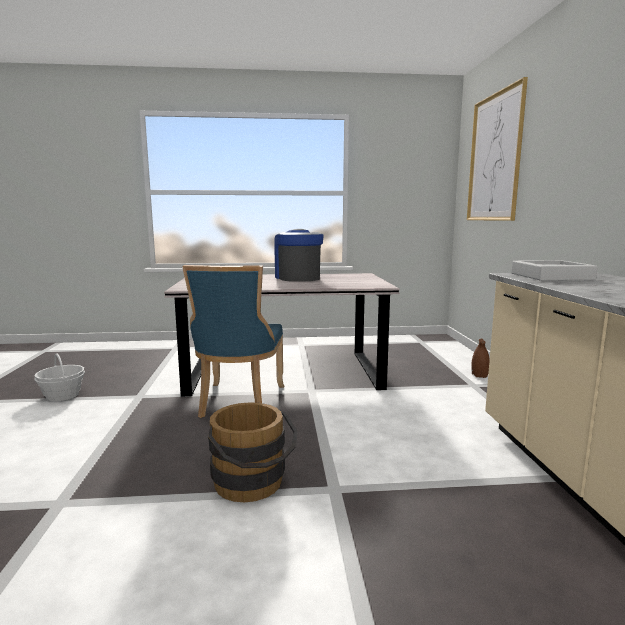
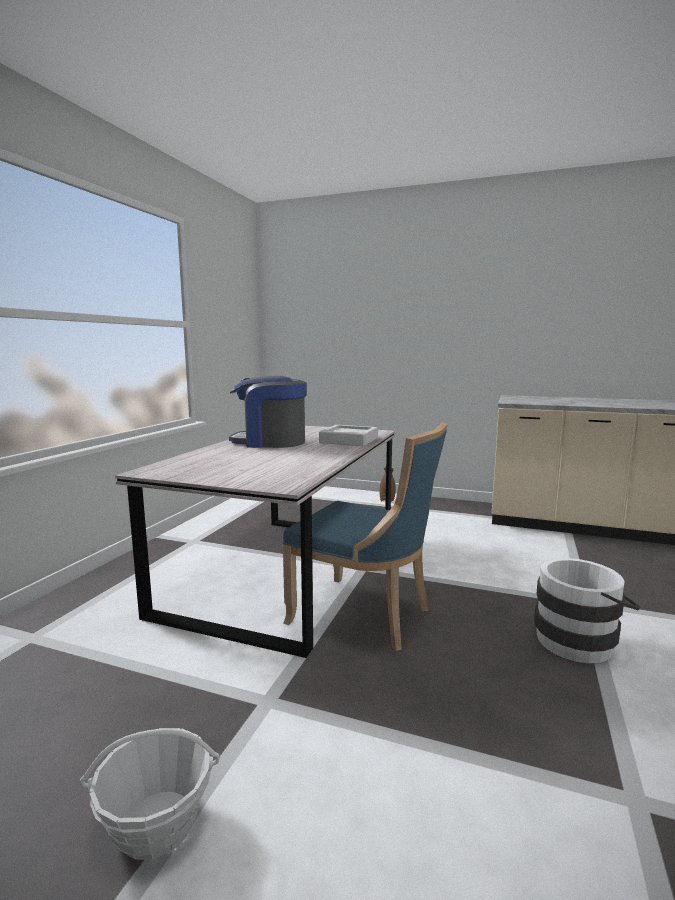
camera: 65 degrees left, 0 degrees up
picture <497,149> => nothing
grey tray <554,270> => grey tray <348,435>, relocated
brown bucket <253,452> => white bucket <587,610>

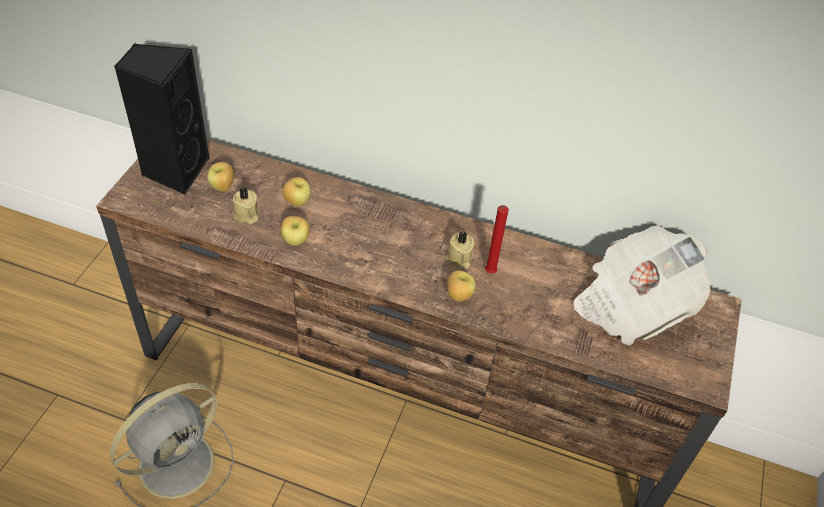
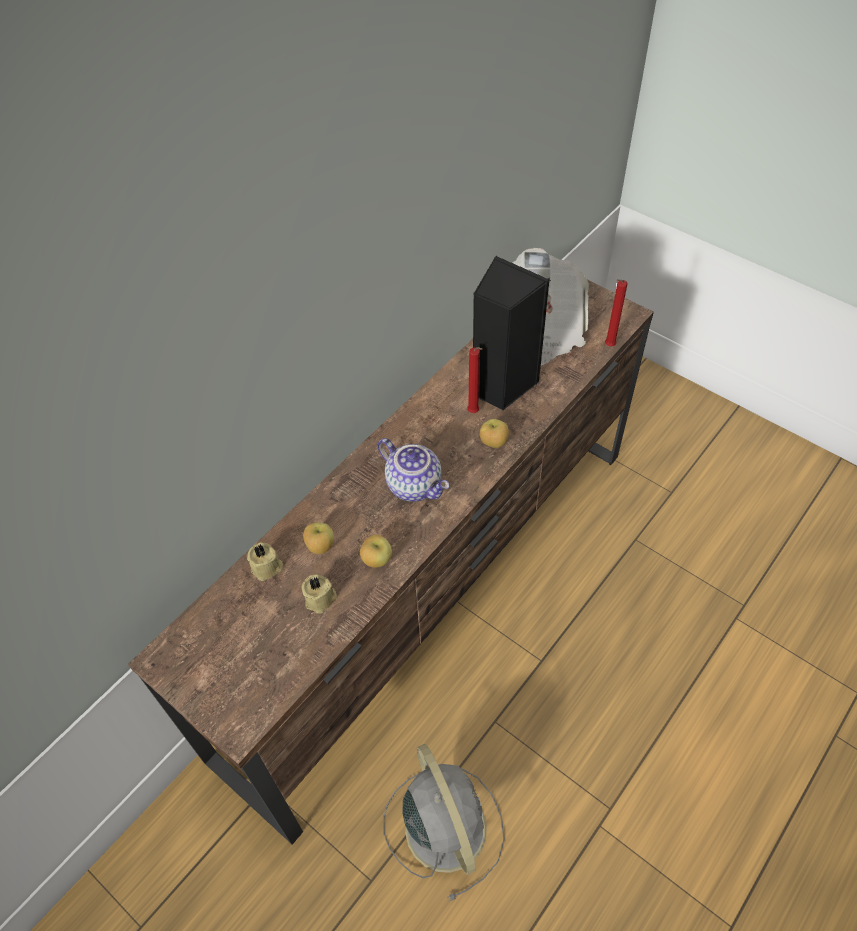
camera: 65 degrees left, 5 degrees up
black speaker <162,119> => black speaker <512,333>, relocated
apple <220,177> => nothing
beige candle <460,250> => beige candle <265,561>, relocated
nothing => red candle <616,312>
nothing => teapot <413,470>

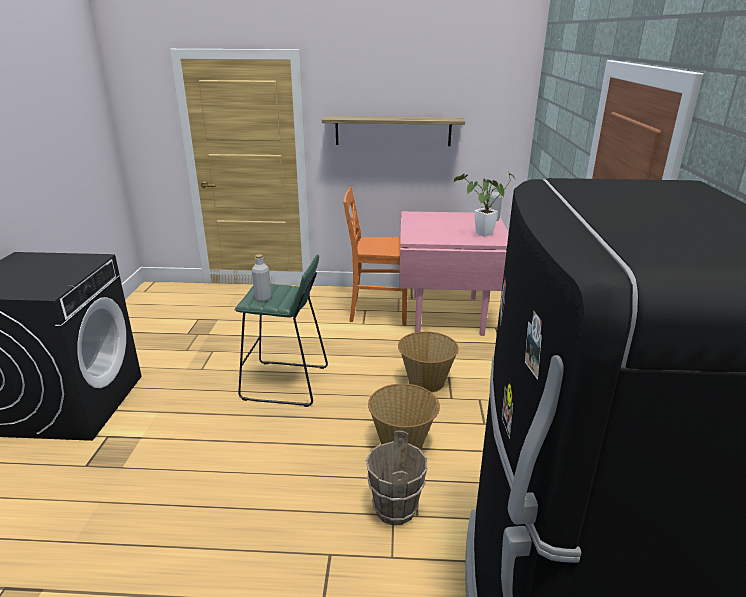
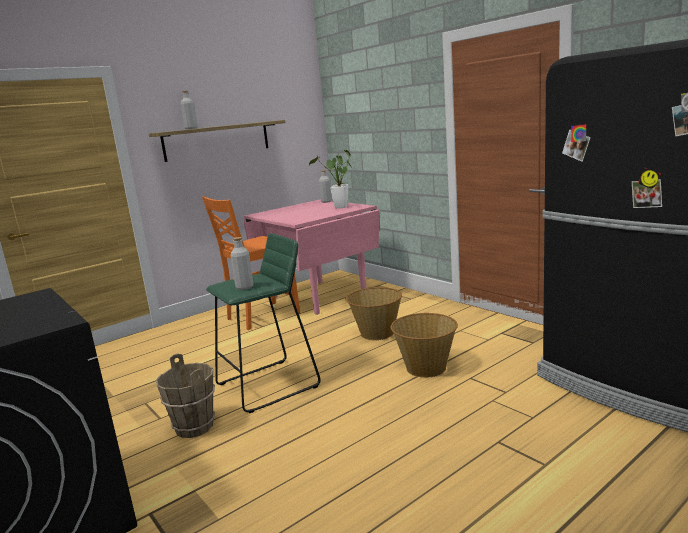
camera: 40 degrees left, 10 degrees down
brown bucket <396,477> => brown bucket <185,396>, relocated
nothing => grey bottle <189,110>

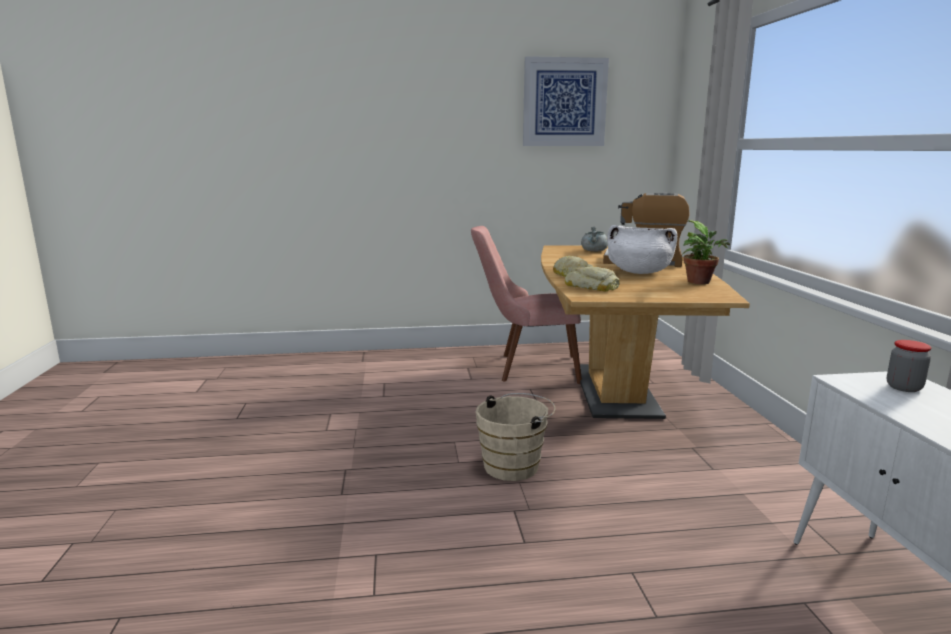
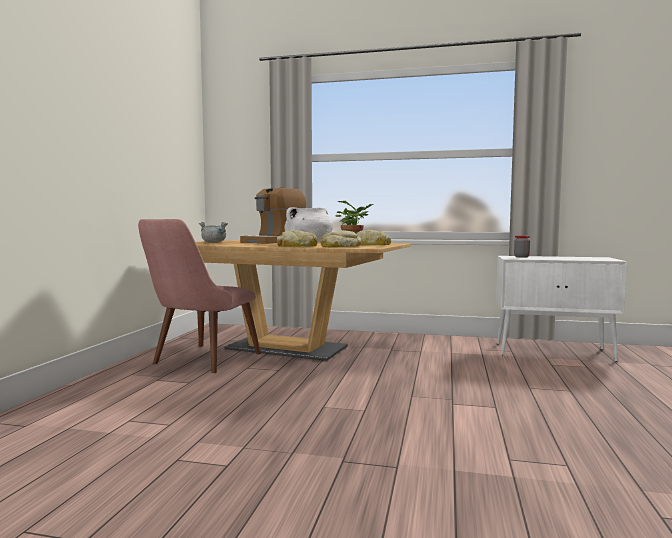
camera: 70 degrees left, 10 degrees down
picture <566,101> => nothing
beige bucket <515,437> => nothing
nothing => bread <373,237>

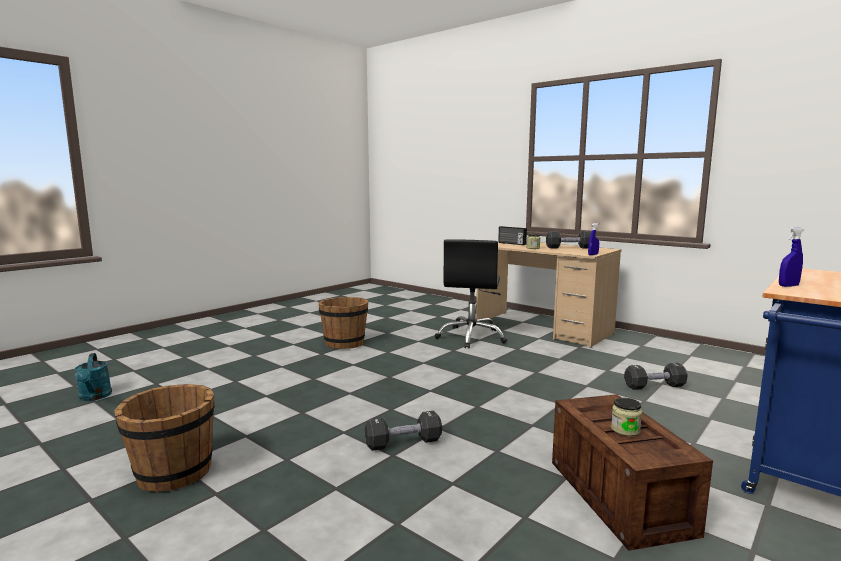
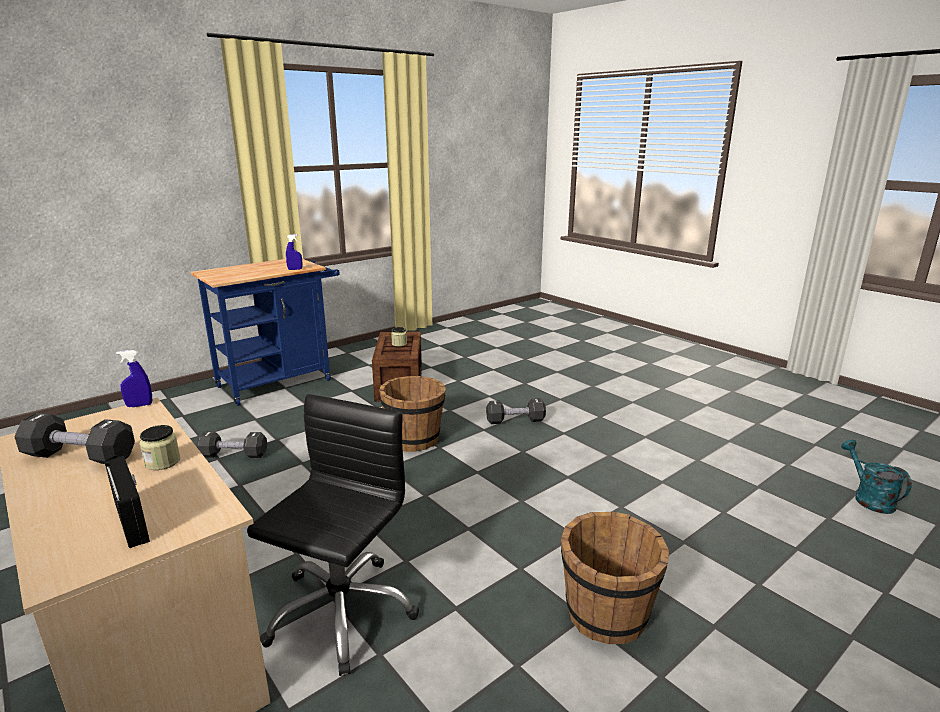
camera: 170 degrees left, 10 degrees up
brown bucket <164,438> => brown bucket <412,414>, relocated

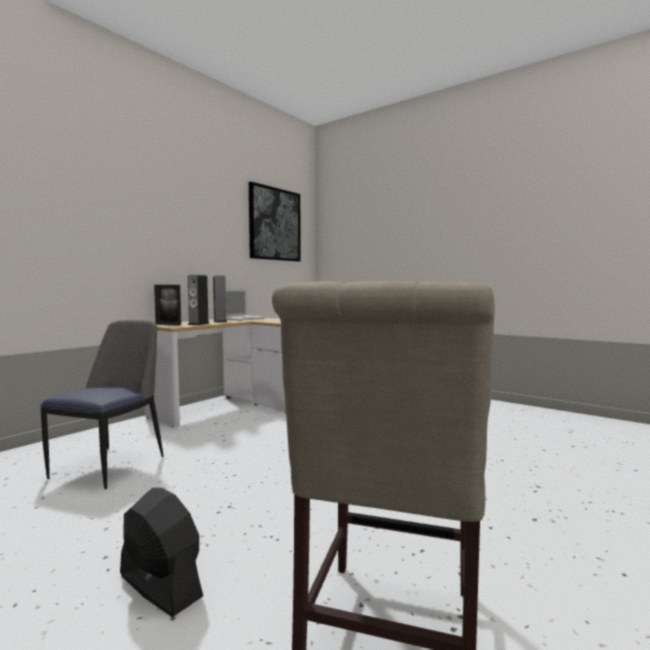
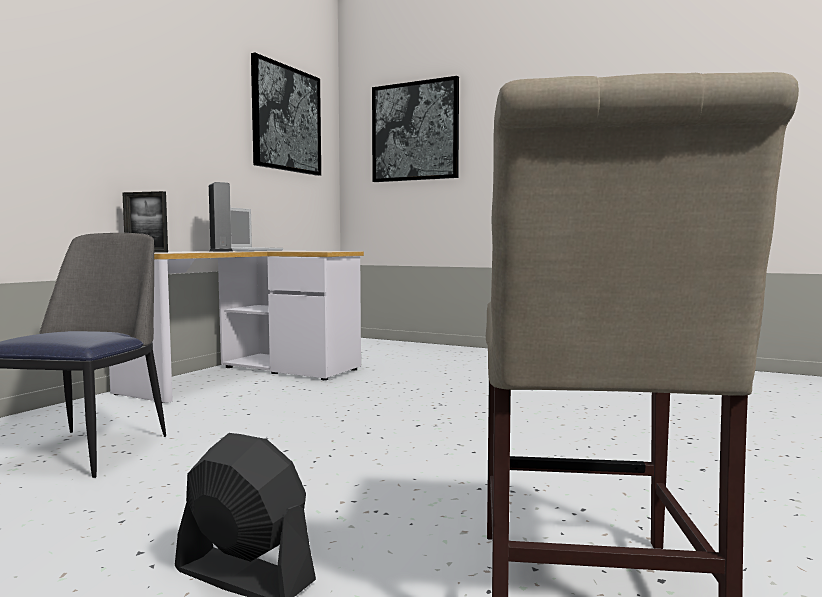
camera: 10 degrees left, 0 degrees up
speaker <199,300> => nothing
nothing => picture <415,129>

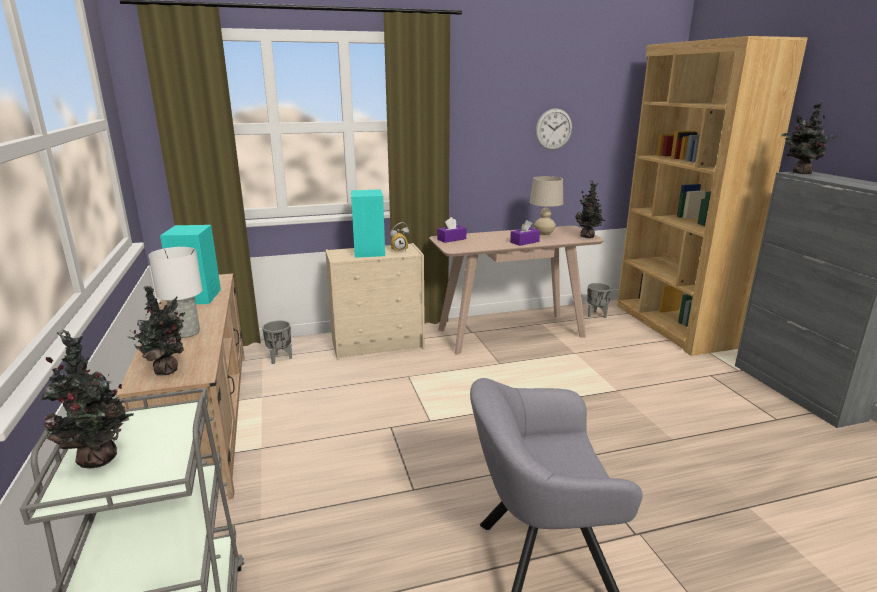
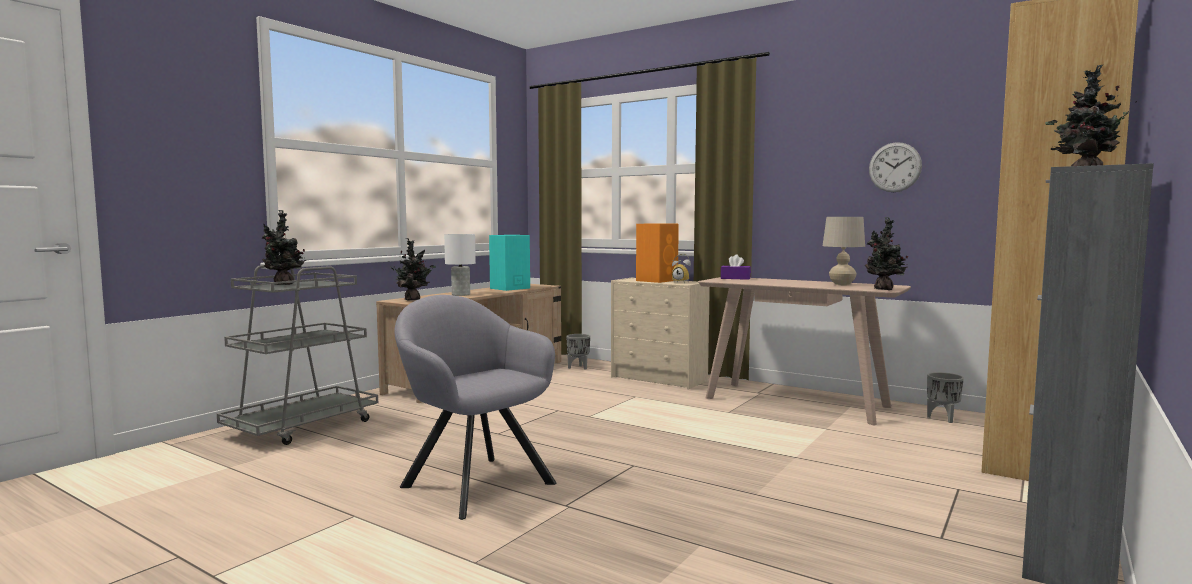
camera: 50 degrees right, 15 degrees down
turquoise speaker <368,224> => orange speaker <657,253>
purple tissue box <525,233> => nothing

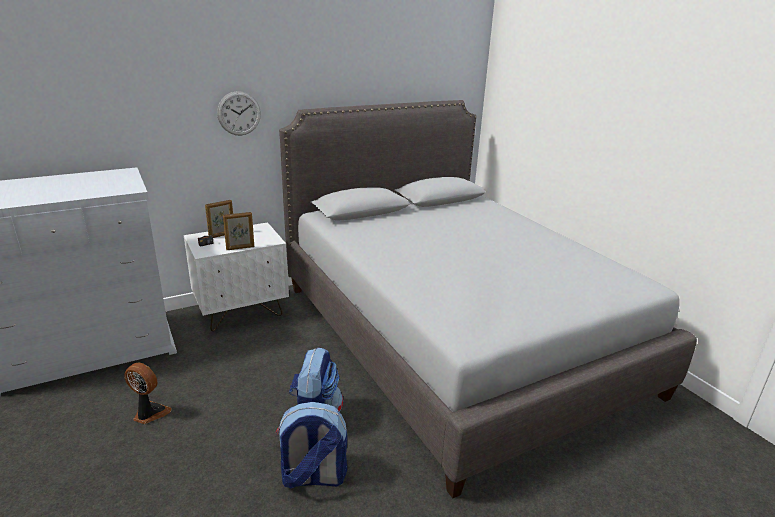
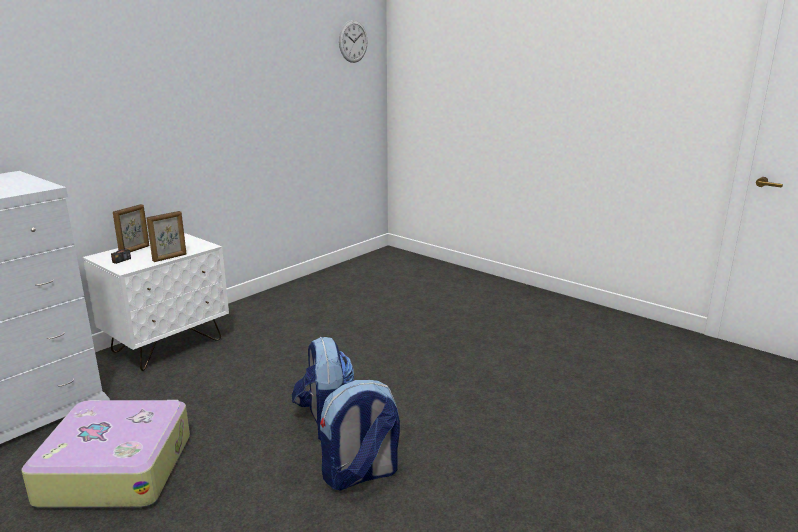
camera: 20 degrees left, 5 degrees down
wall clock <239,113> => wall clock <353,41>, relocated
grey bed <488,299> => nothing
fan <148,393> => suitcase <105,454>

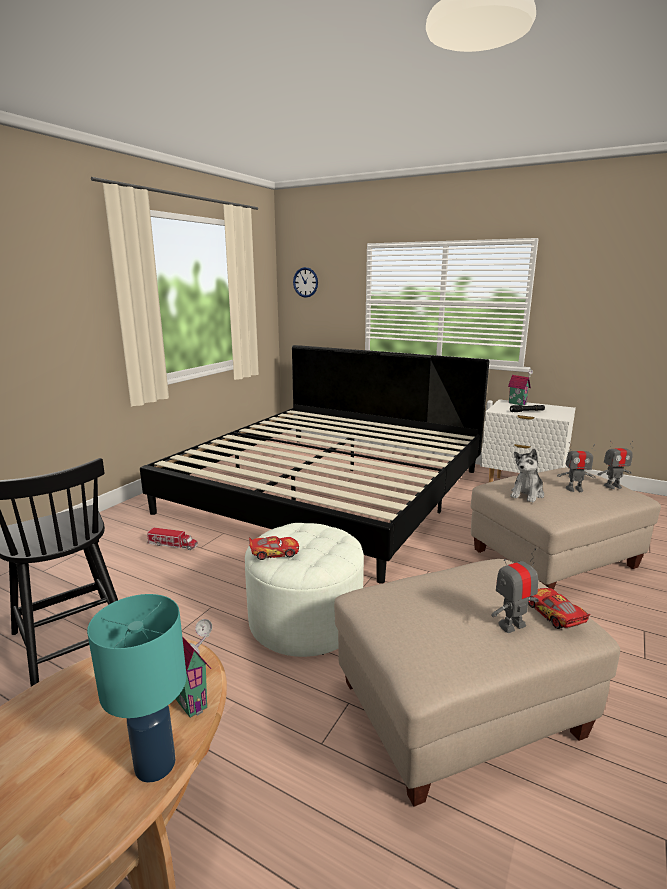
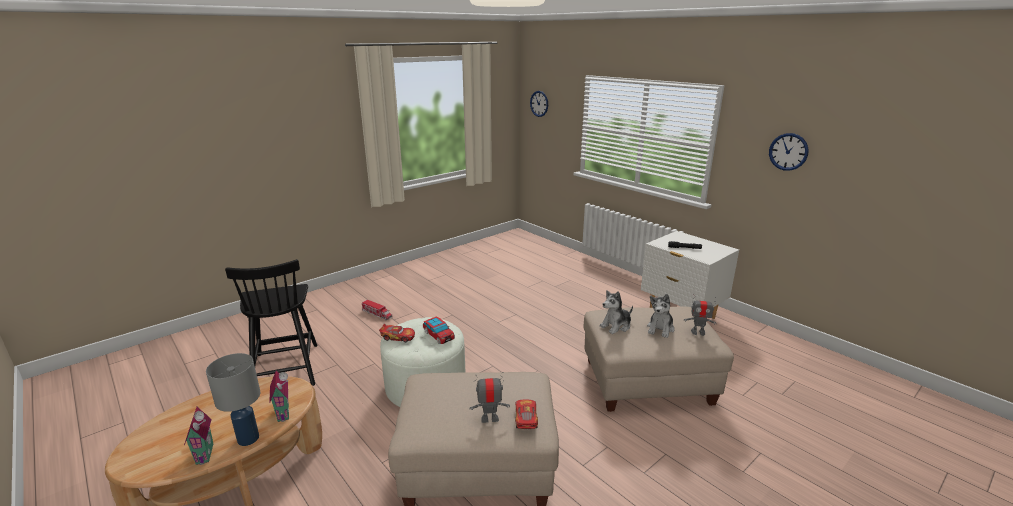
camera: 20 degrees right, 5 degrees up
bed <314,464> => nothing
toy house <520,387> => toy house <198,436>, relocated
toy robot <576,467> => plush toy <661,316>
turquoise table lamp <137,688> => grey table lamp <233,399>
nothing => wall clock <789,152>
nothing => toy car <439,330>

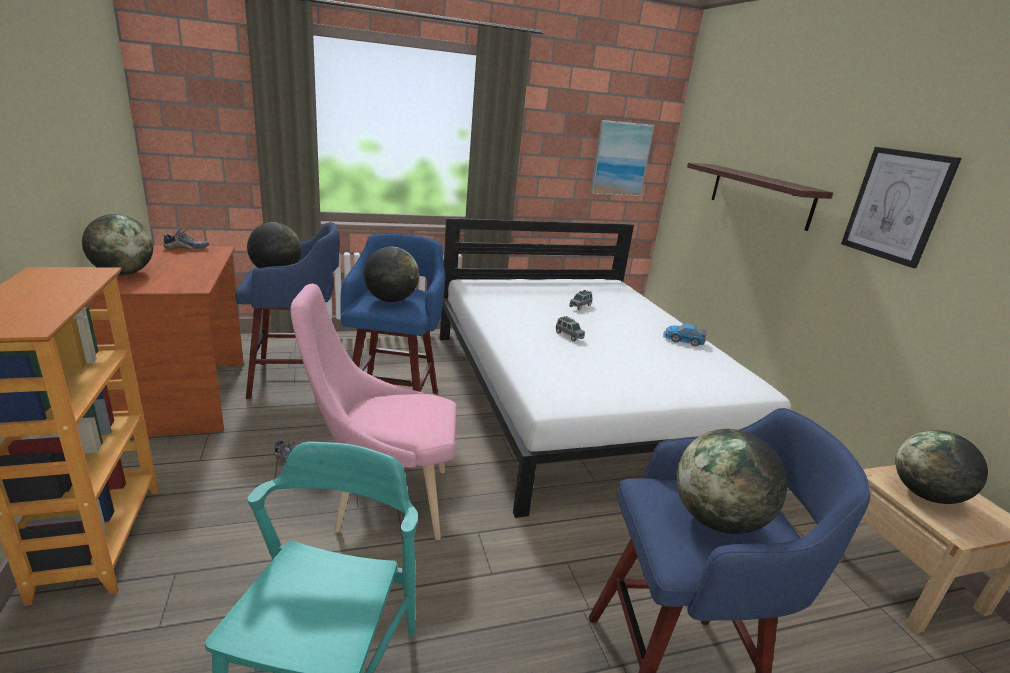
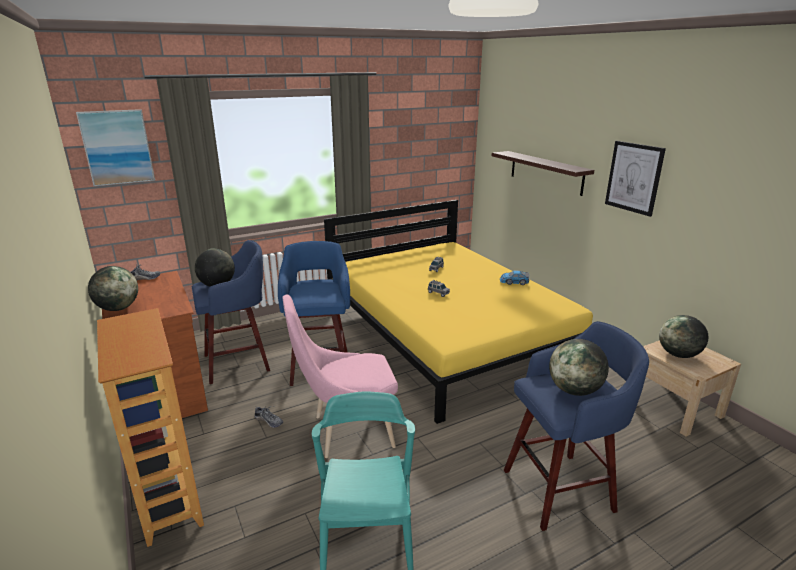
camera: 10 degrees left, 0 degrees up
picture <622,158> => picture <115,148>, relocated
white bed <615,368> => yellow bed <458,312>
globe <391,274> => nothing

